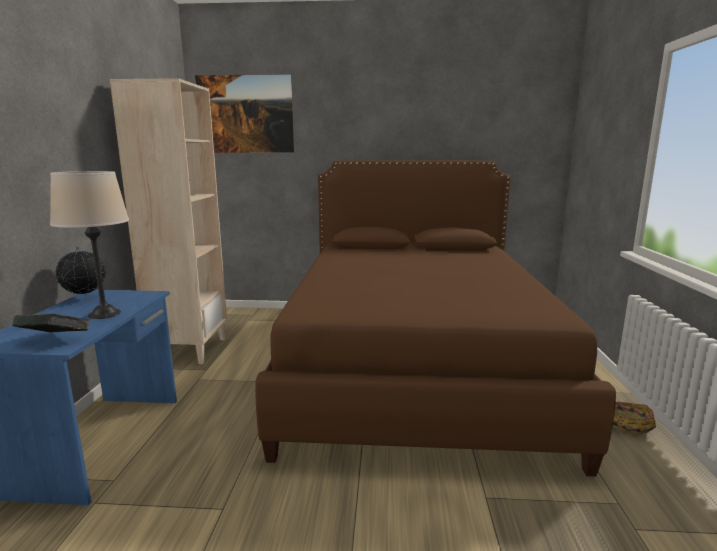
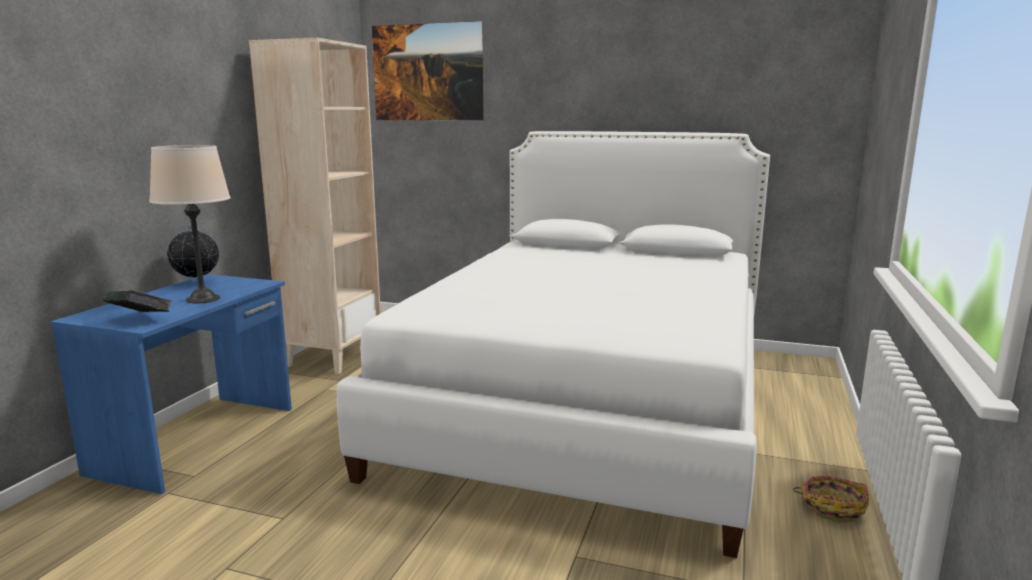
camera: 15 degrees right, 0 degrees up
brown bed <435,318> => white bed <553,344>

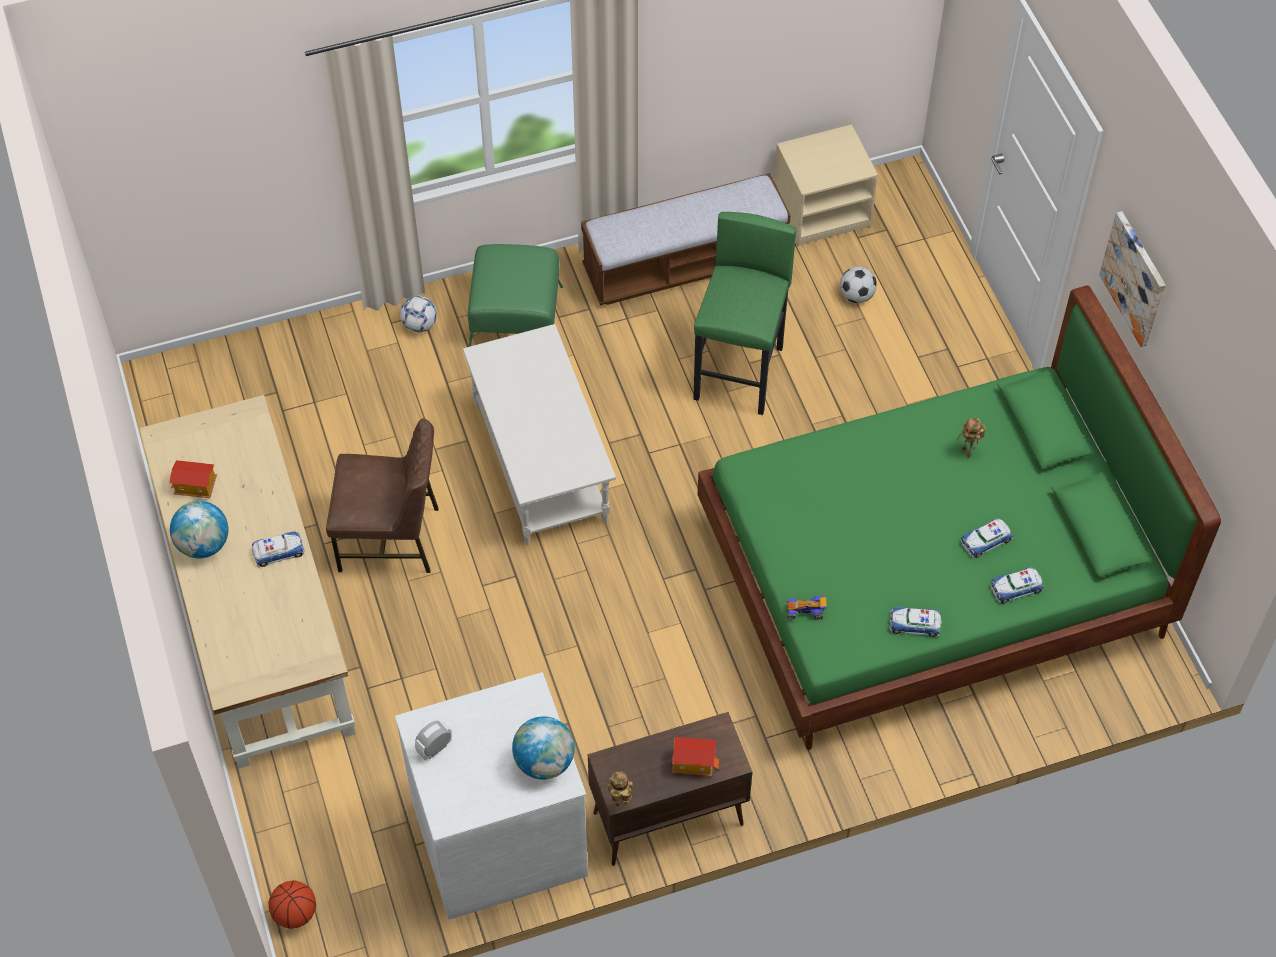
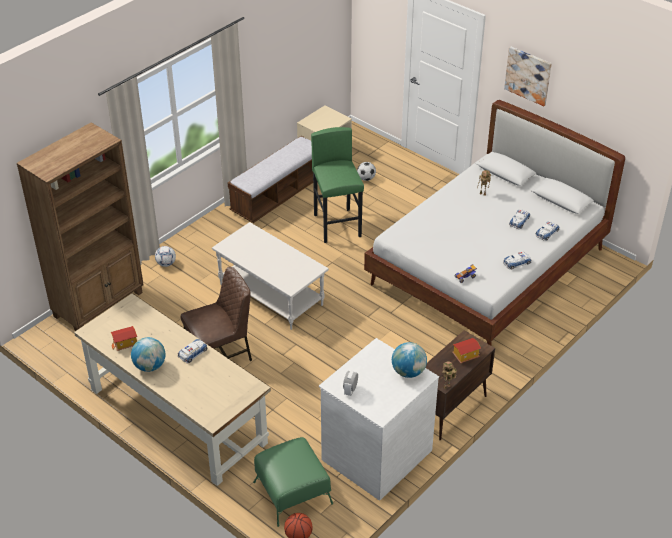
camera: 30 degrees left, 15 degrees down
green ottoman <515,295> => green ottoman <293,482>, relocated
green bed <959,517> => white bed <494,223>
nothing => brown bookcase <80,226>

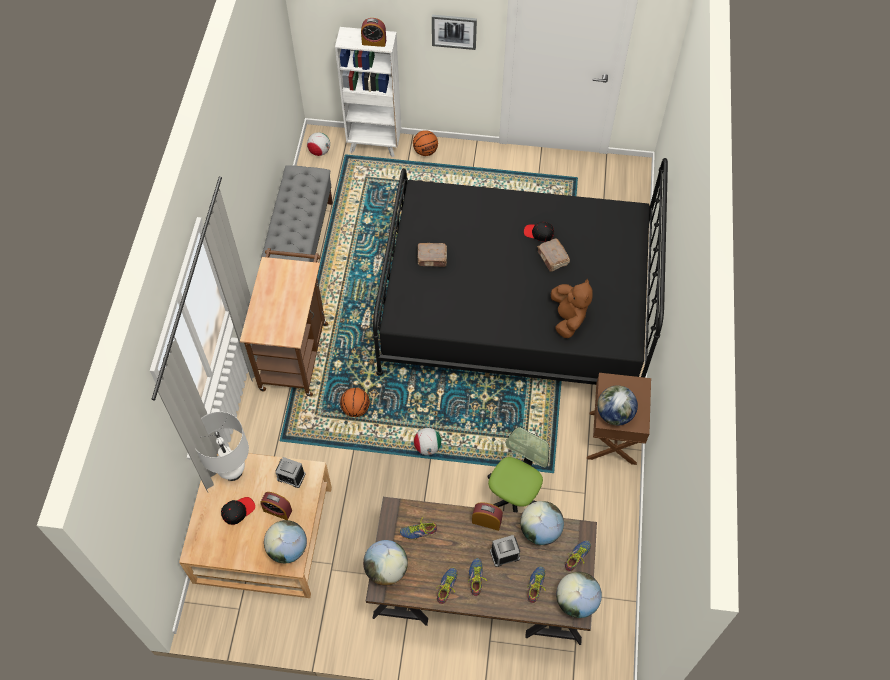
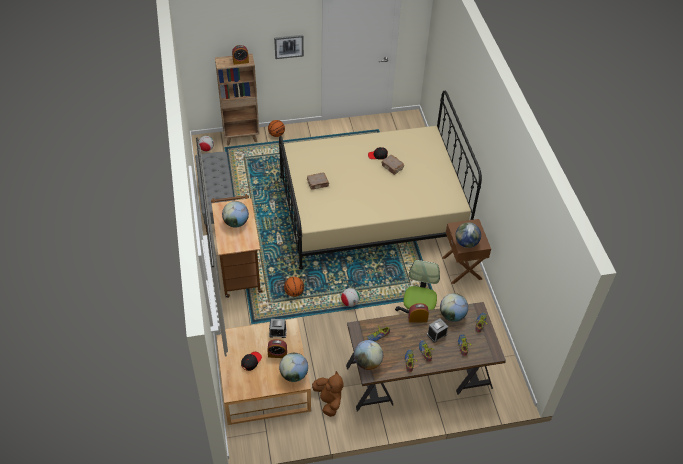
camera: 20 degrees left, 10 degrees down
white bookcase <368,92> => brown bookcase <237,100>
black bed <520,271> => beige bed <380,180>
brown plush toy <572,308> => brown plush toy <327,394>, relocated
white table lamp <222,446> => nothing
globe <579,595> => globe <235,214>, relocated

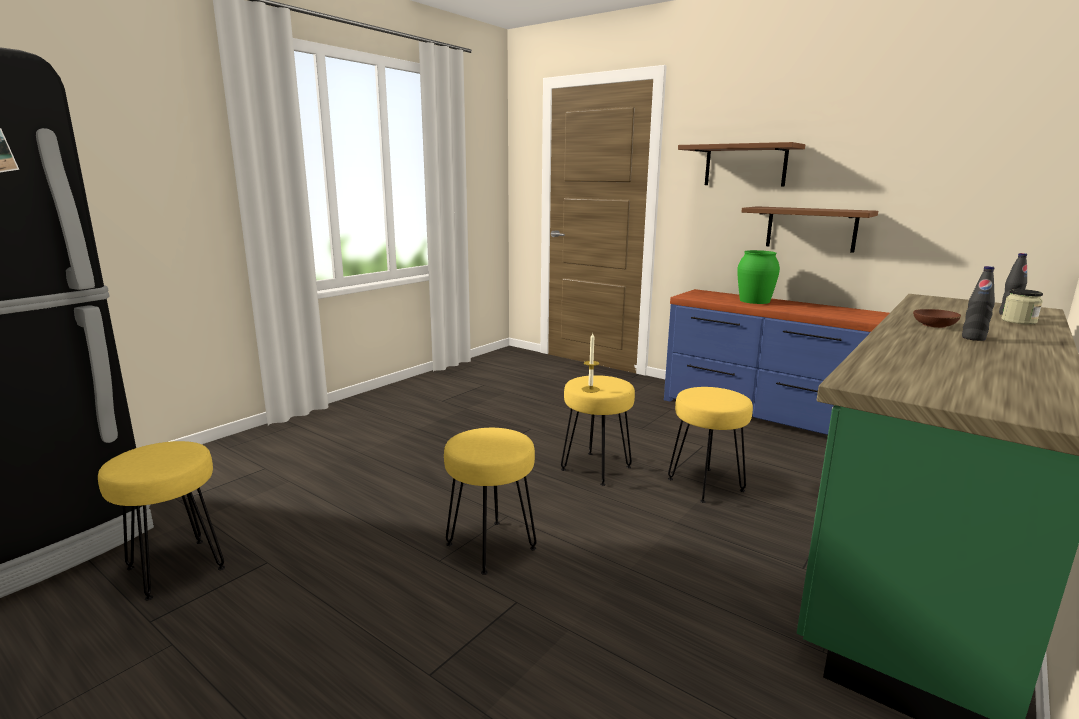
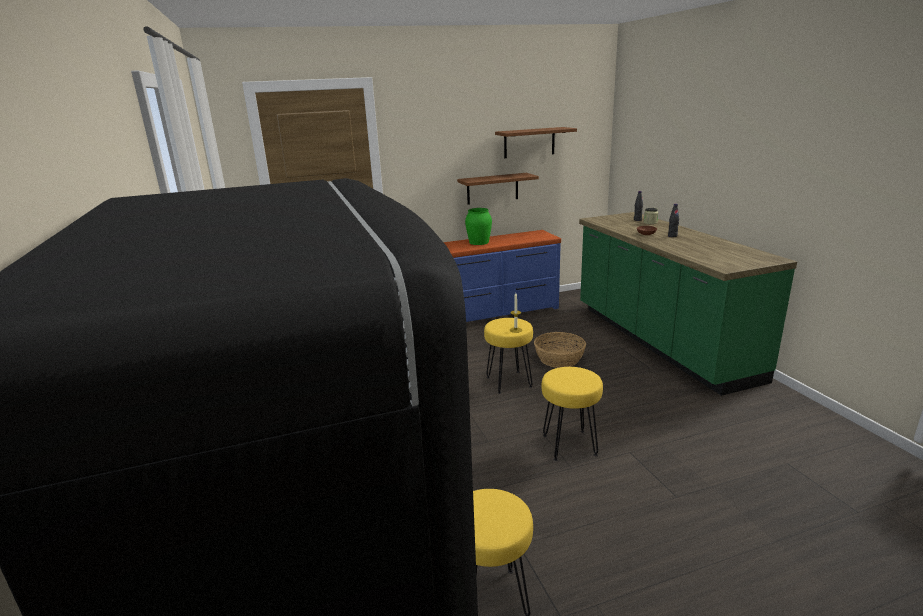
camera: 55 degrees left, 5 degrees up
brown shelf <741,164> => brown shelf <536,142>, relocated
yellow stool <710,445> => basket <560,350>

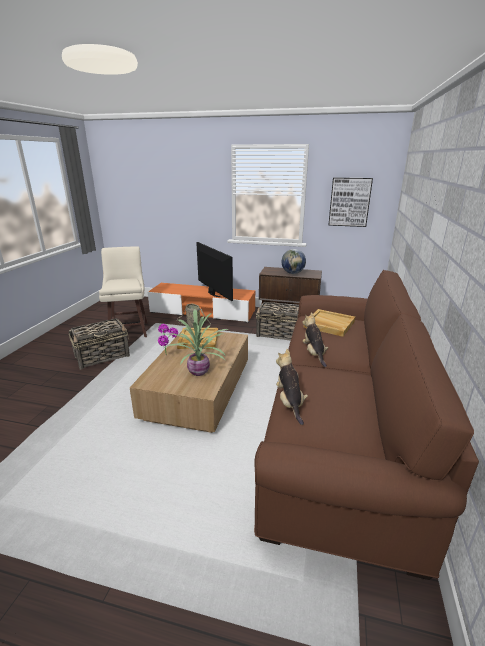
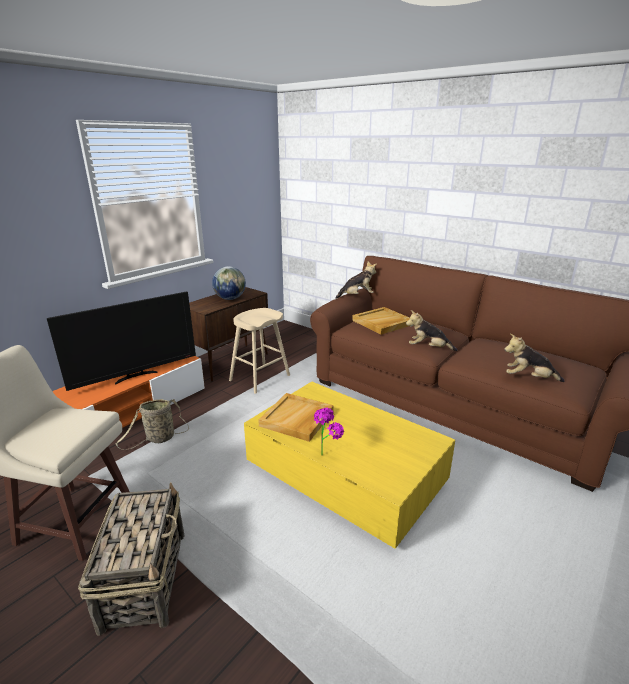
camera: 65 degrees left, 0 degrees up
picture <350,202> => nothing
television <214,271> => television <121,341>, 150 degrees clockwise
basket <277,321> => beige stool <259,351>
potted plant <196,342> => nothing
brown coffee table <189,382> => yellow coffee table <349,465>
nothing => plush toy <355,280>

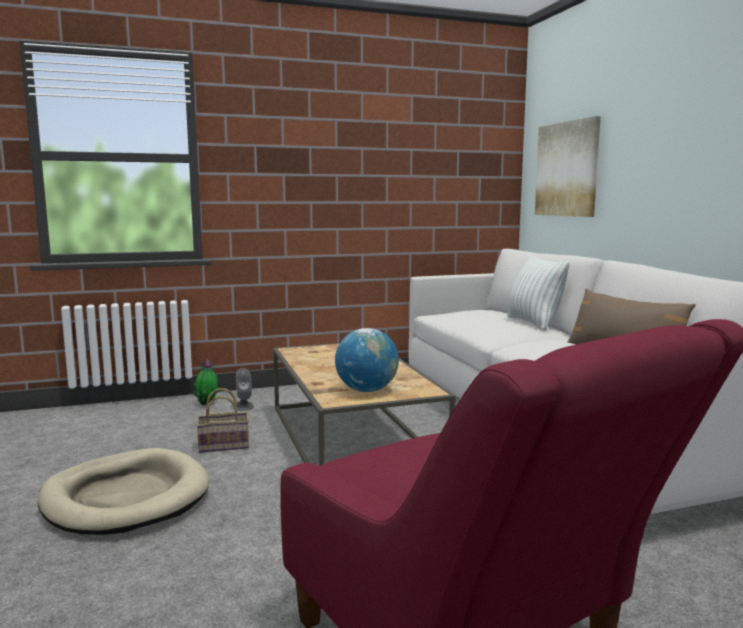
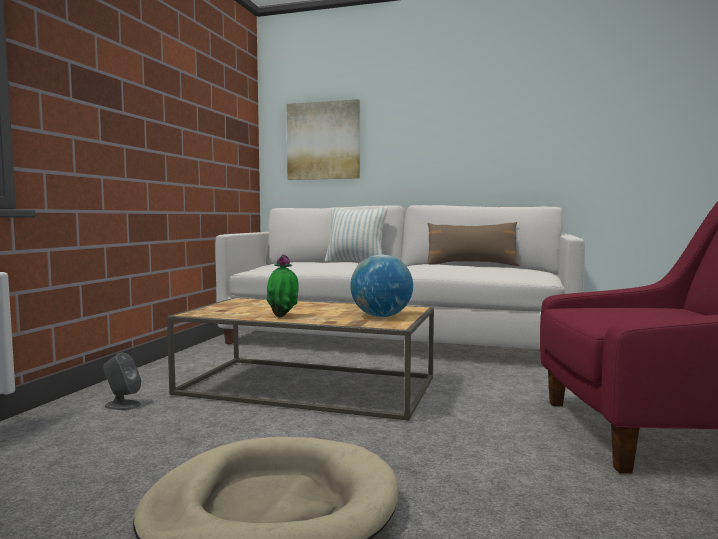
camera: 55 degrees left, 5 degrees down
potted plant <206,382> => potted plant <283,285>, relocated
basket <222,420> => nothing

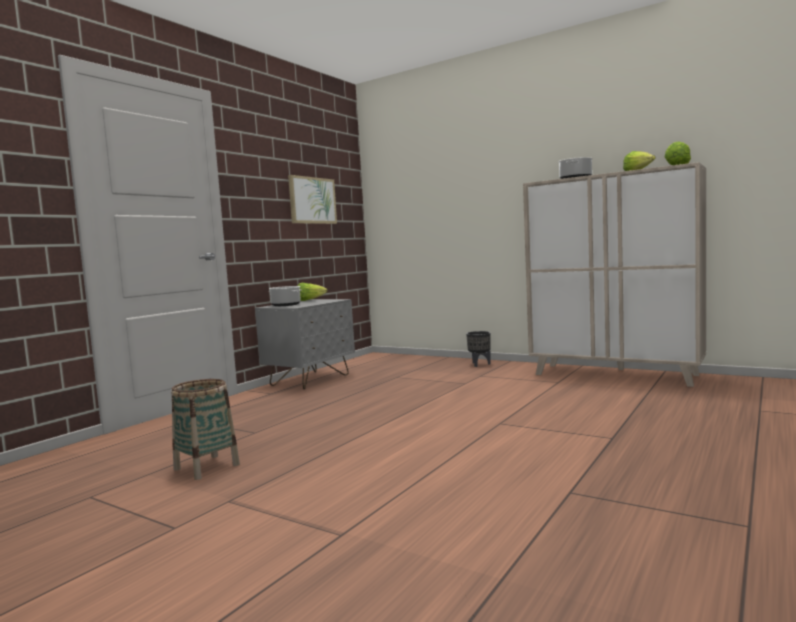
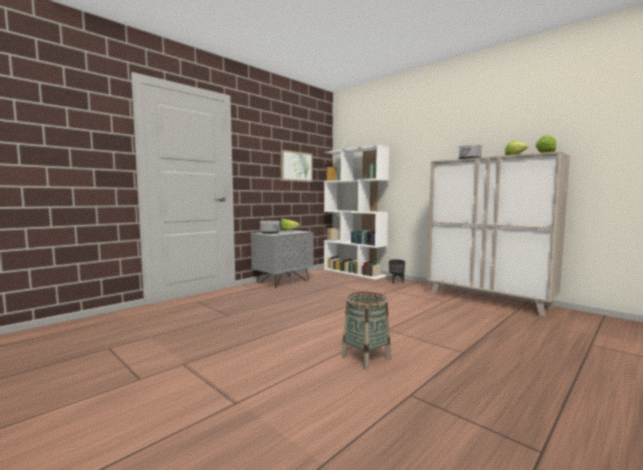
camera: 10 degrees right, 0 degrees up
basket <205,429> => basket <366,330>, relocated
nothing => white bookcase <356,212>

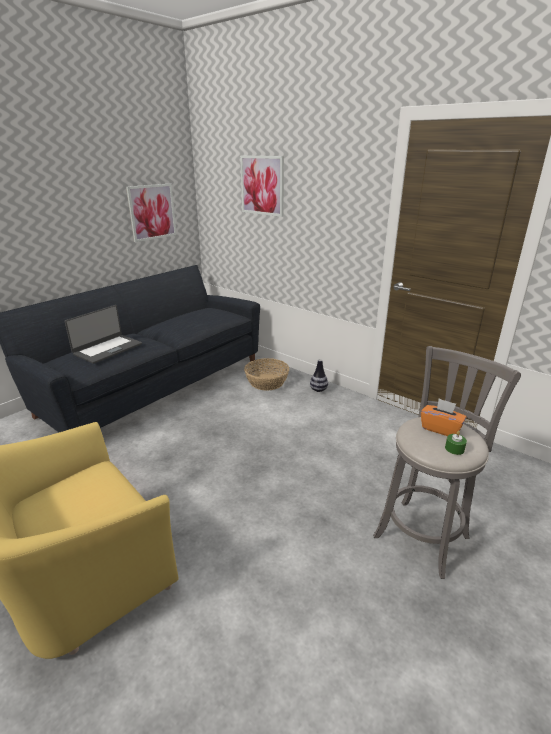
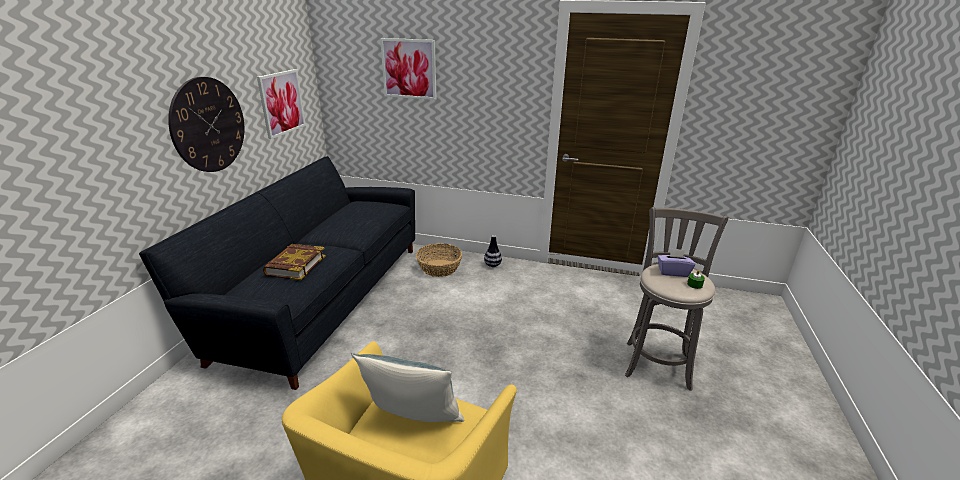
camera: 25 degrees left, 0 degrees up
laptop <103,334> => book <294,262>
orange tissue box <443,417> => purple tissue box <676,262>
nothing => wall clock <206,124>
nothing => pillow <408,387>

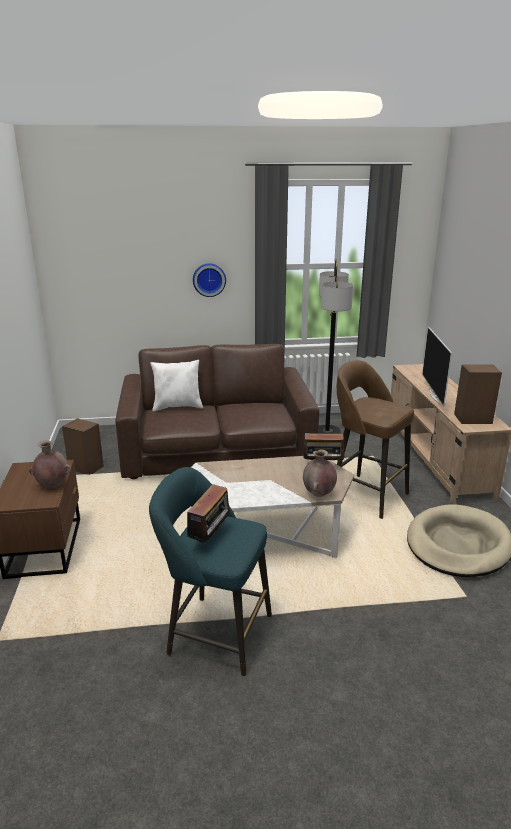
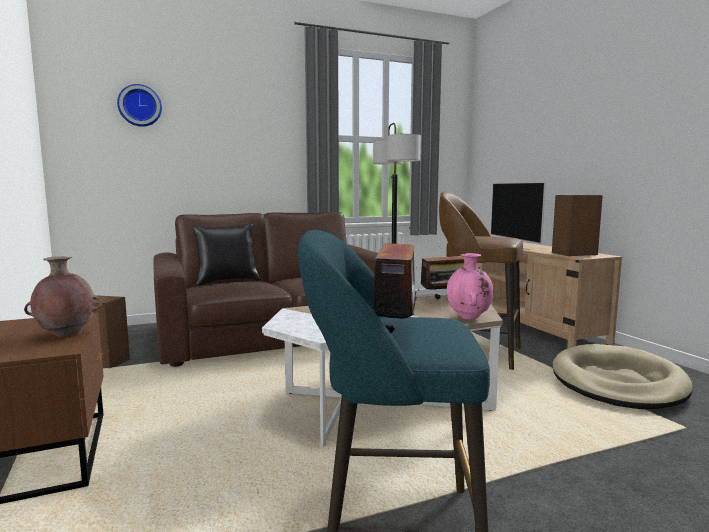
camera: 15 degrees left, 15 degrees down
wall clock <209,280> => wall clock <139,105>, relocated
white pillow <176,386> => black pillow <226,254>
brown vase <320,473> => pink vase <470,286>

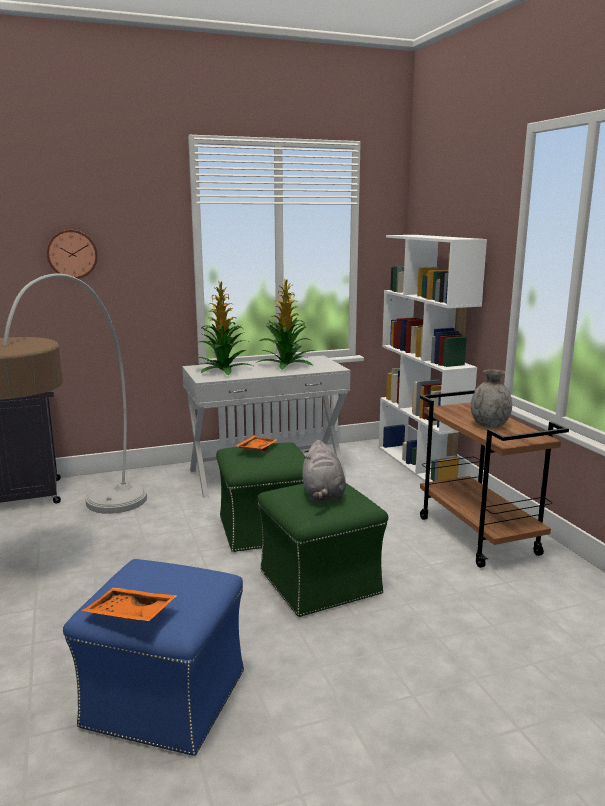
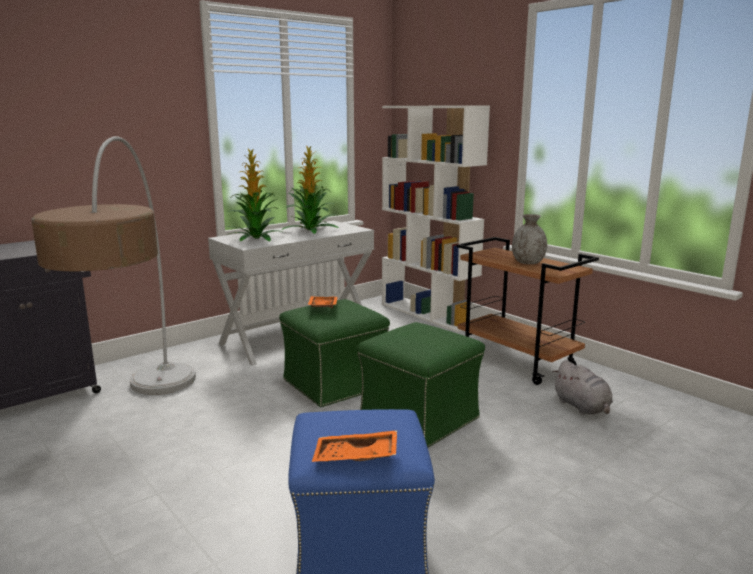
camera: 20 degrees left, 0 degrees up
wall clock <72,254> => nothing
grey plush toy <324,470> => grey plush toy <582,387>, relocated

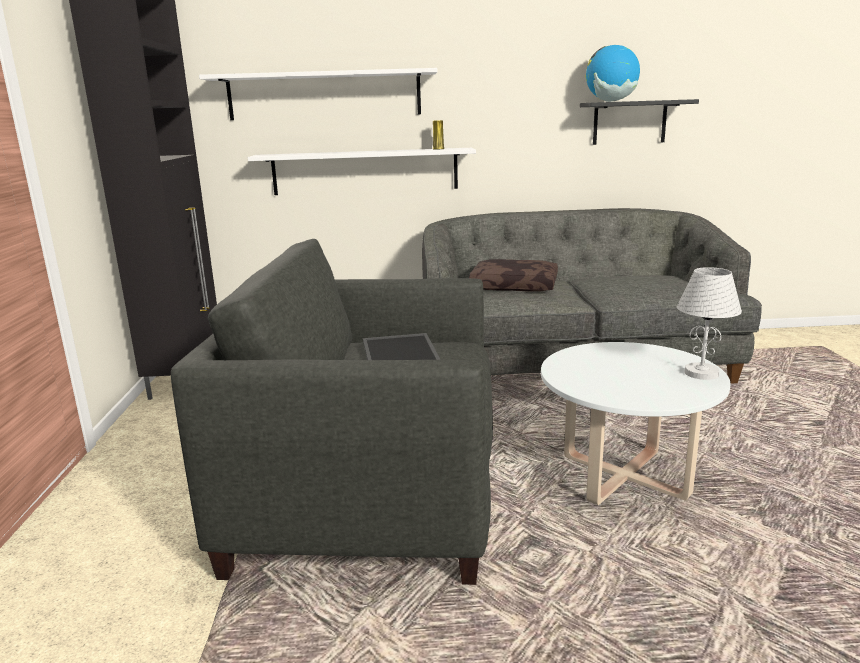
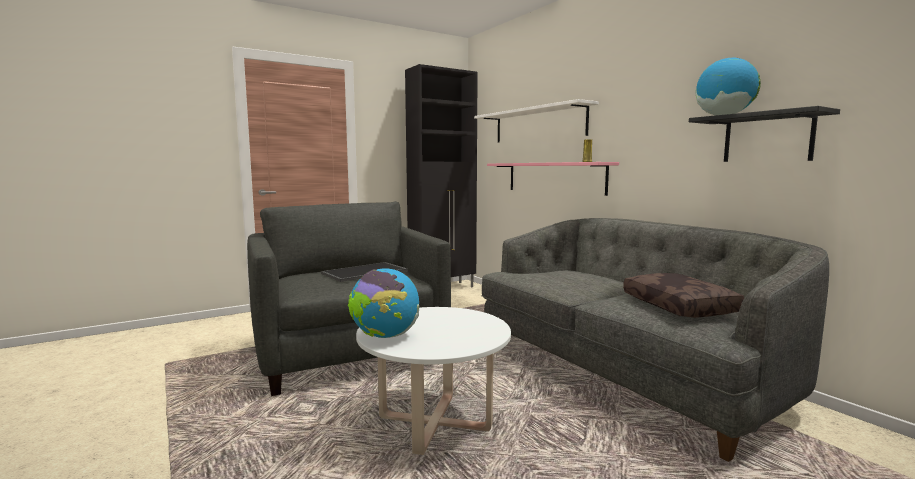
camera: 60 degrees right, 10 degrees down
white shelf <362,171> => pink shelf <553,179>
brown pillow <513,275> => brown pillow <683,295>, relocated
white table lamp <709,323> => nothing
nothing => globe <383,303>

